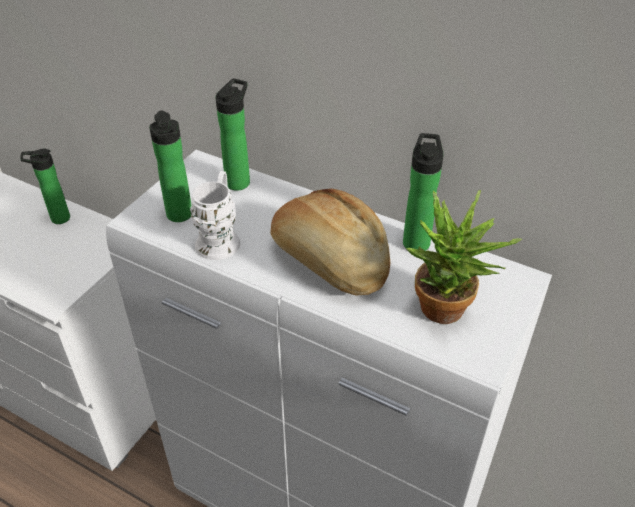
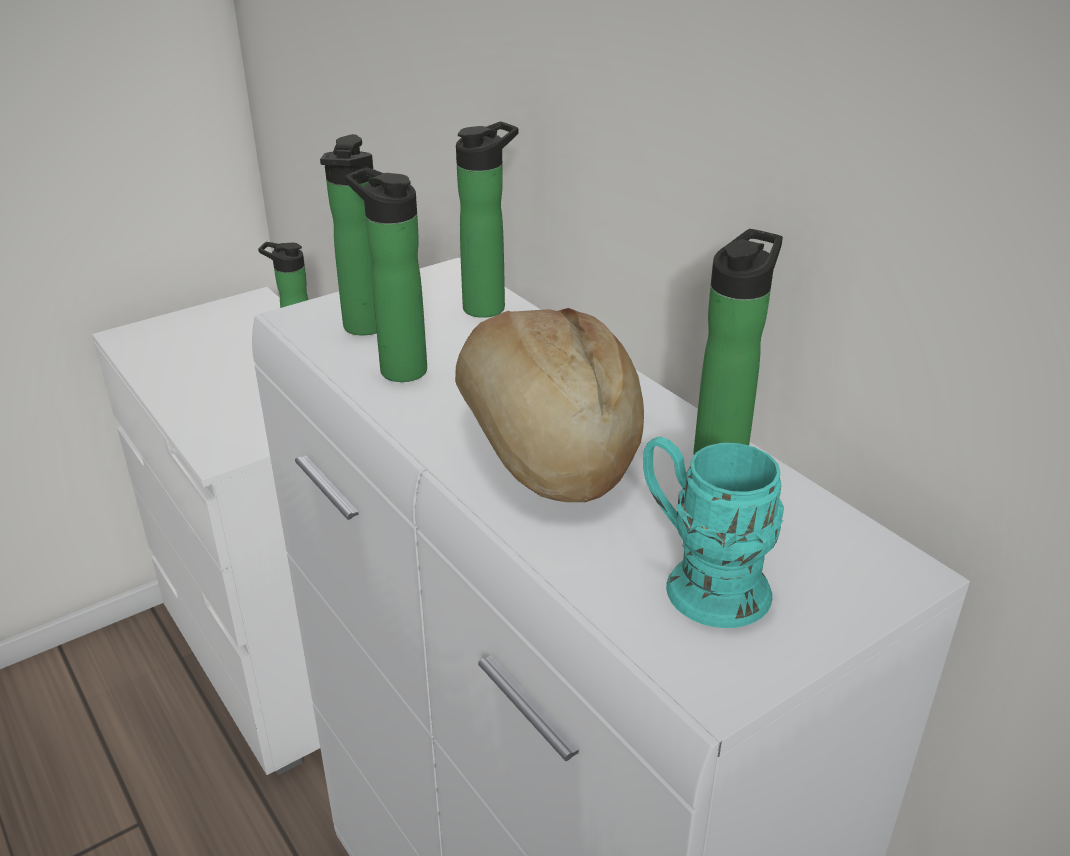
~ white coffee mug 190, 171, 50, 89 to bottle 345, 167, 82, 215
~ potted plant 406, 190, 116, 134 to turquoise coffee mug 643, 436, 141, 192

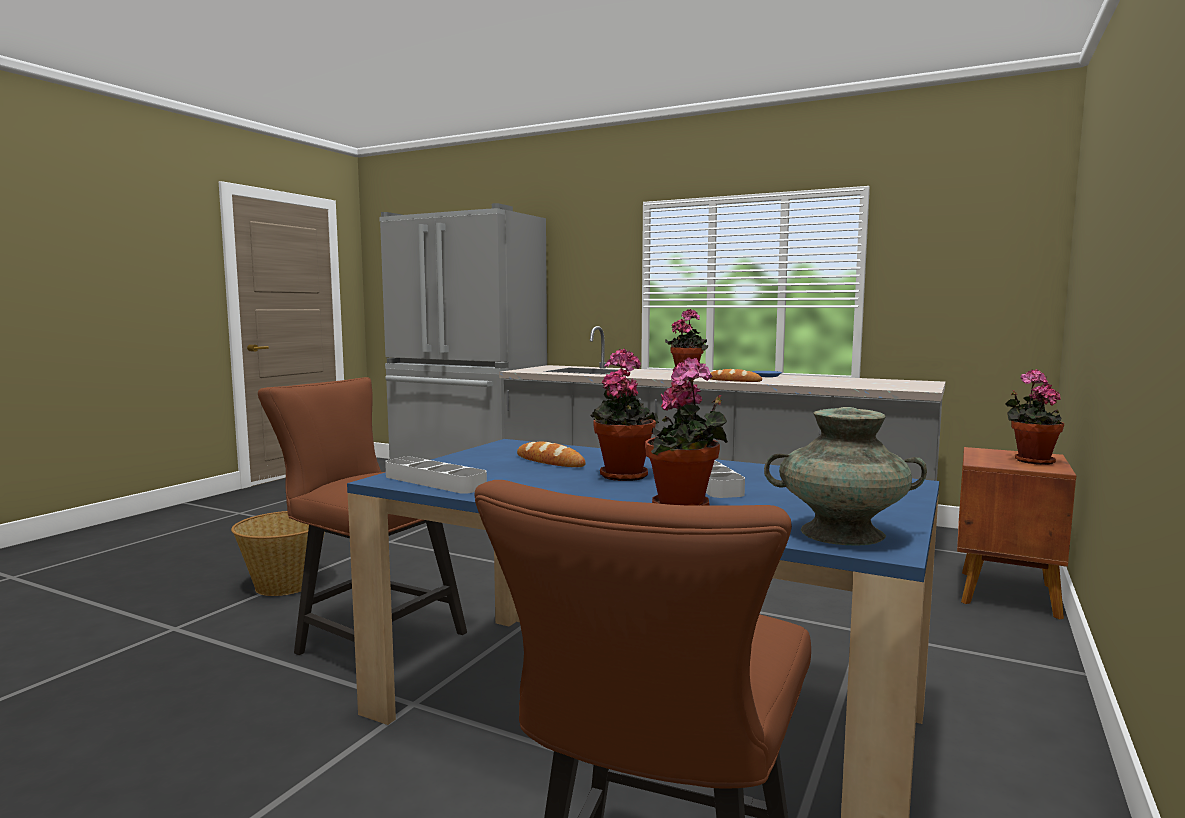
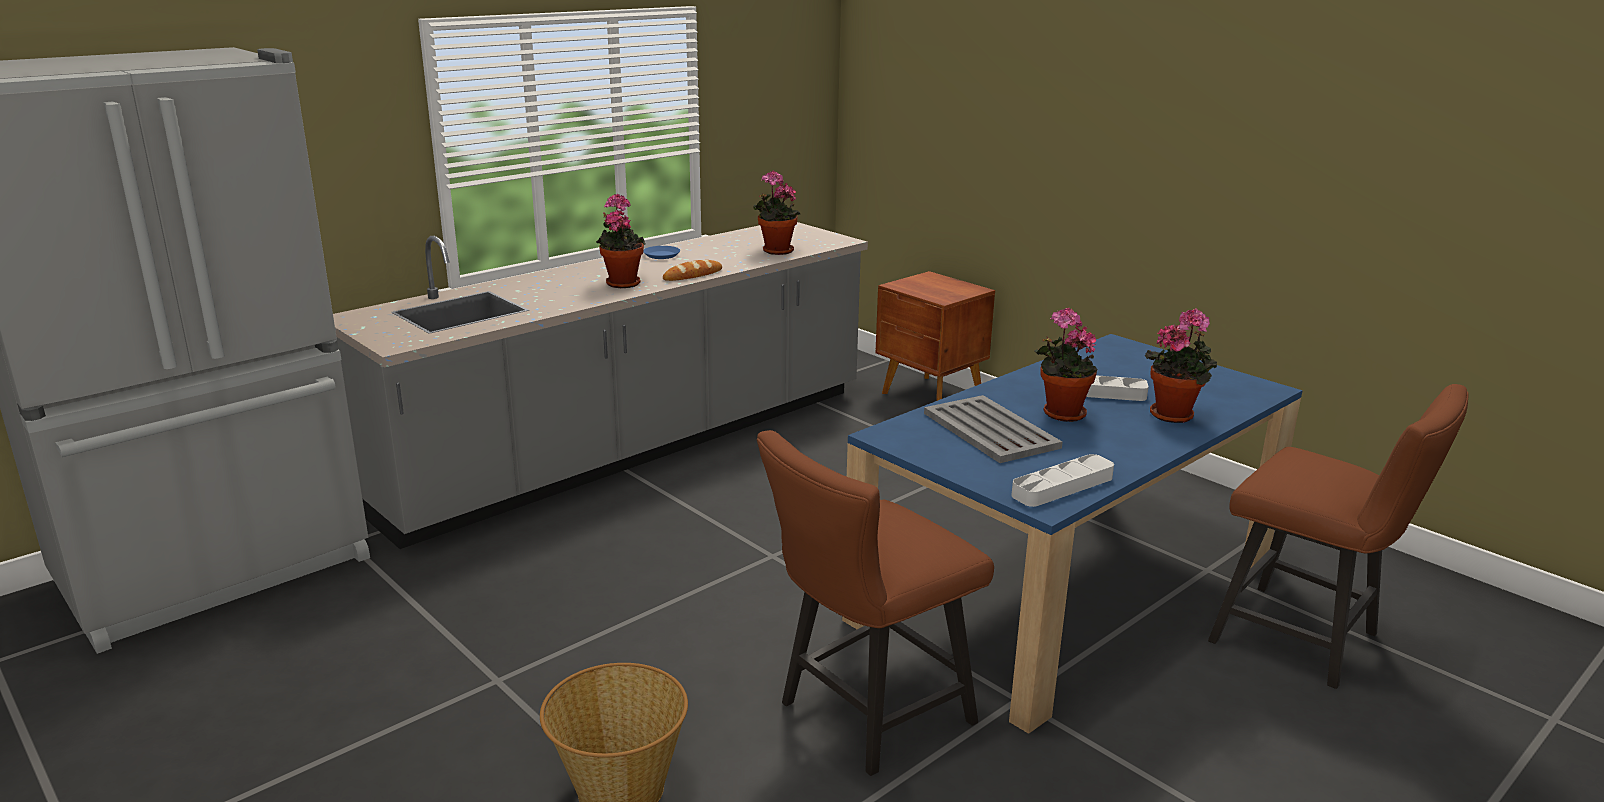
~ bakery bread 517, 442, 69, 25 to gray carrying tray 924, 395, 139, 68
- turquoise flower vase 764, 407, 163, 139
~ potted plant 1005, 369, 59, 96 to 753, 170, 47, 85

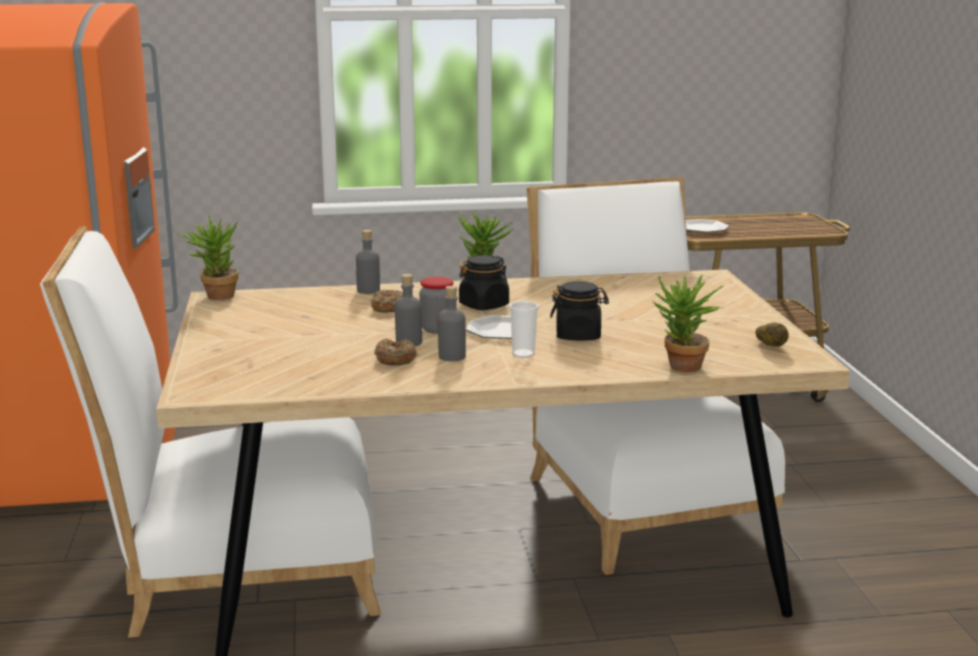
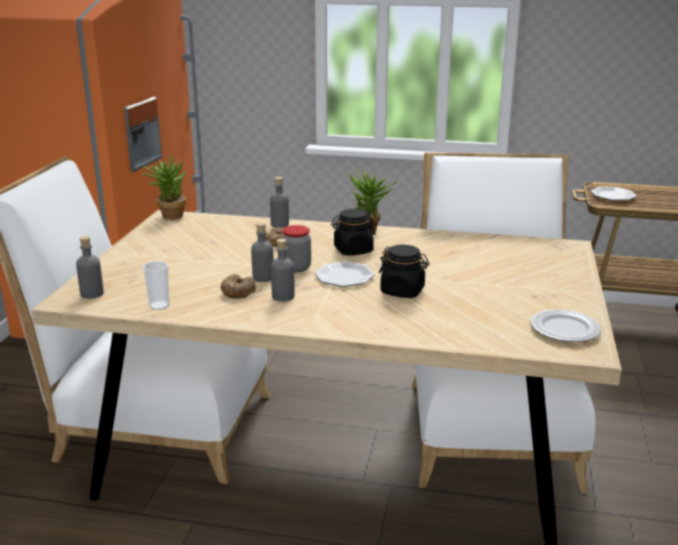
~ small cup 509, 301, 29, 57 to 142, 261, 27, 49
- potted plant 652, 274, 71, 98
~ whole potato 755, 322, 34, 25 to dinner plate 530, 309, 71, 33
+ gray bottle 76, 236, 28, 63

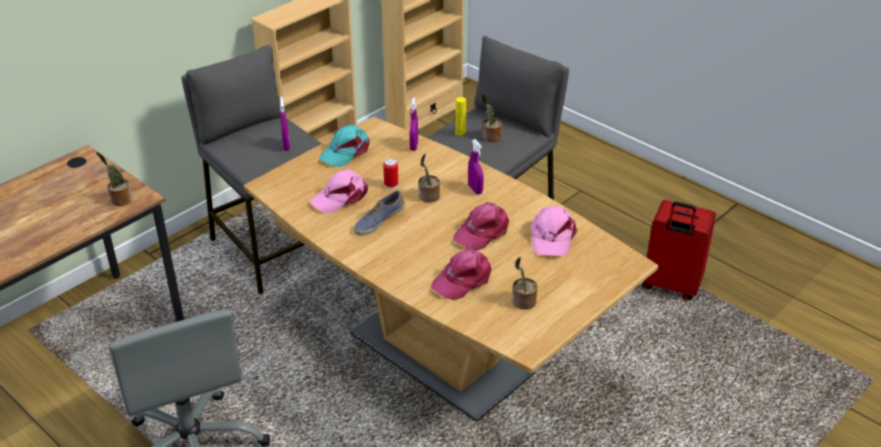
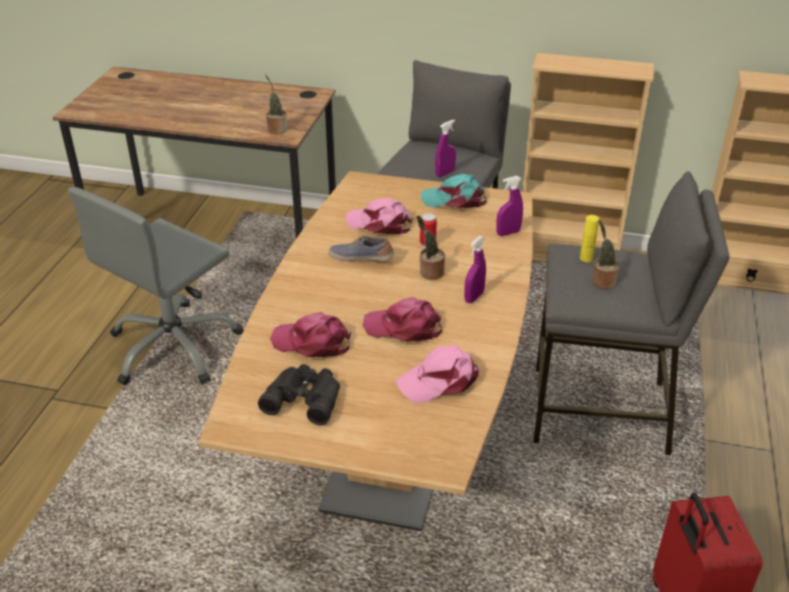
~ potted plant 512, 257, 25, 52 to blackish binoculars 258, 364, 82, 61

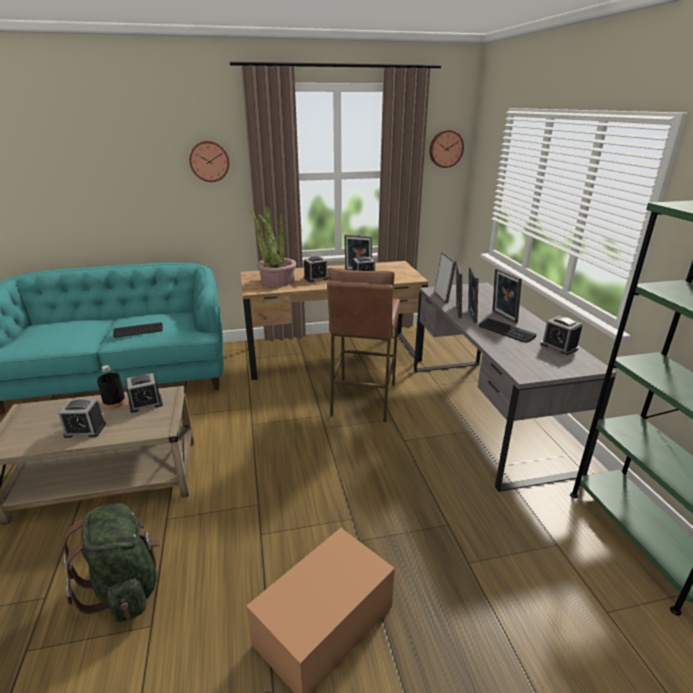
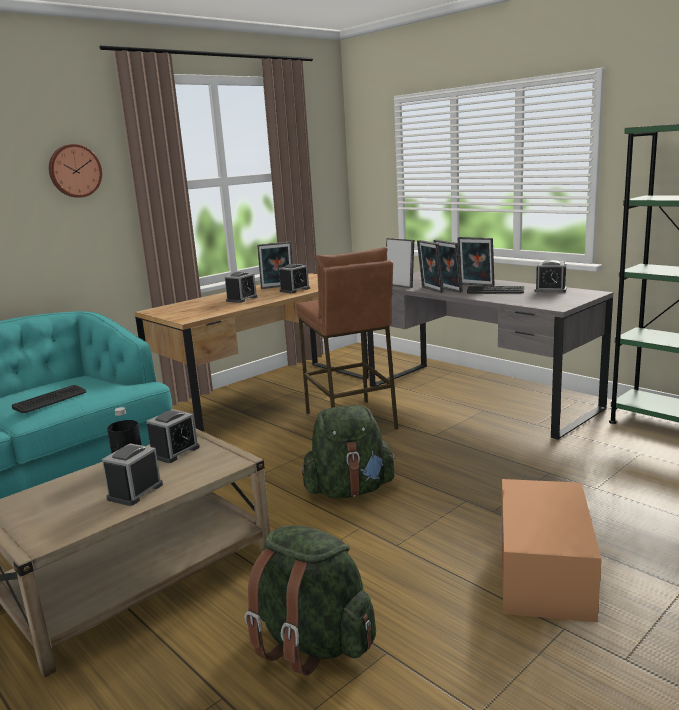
~ table clock 58, 399, 48, 39 = 102, 443, 61, 63 150 degrees clockwise
- potted plant 250, 207, 46, 80
- wall clock 429, 130, 35, 38
+ green backpack 302, 405, 94, 93

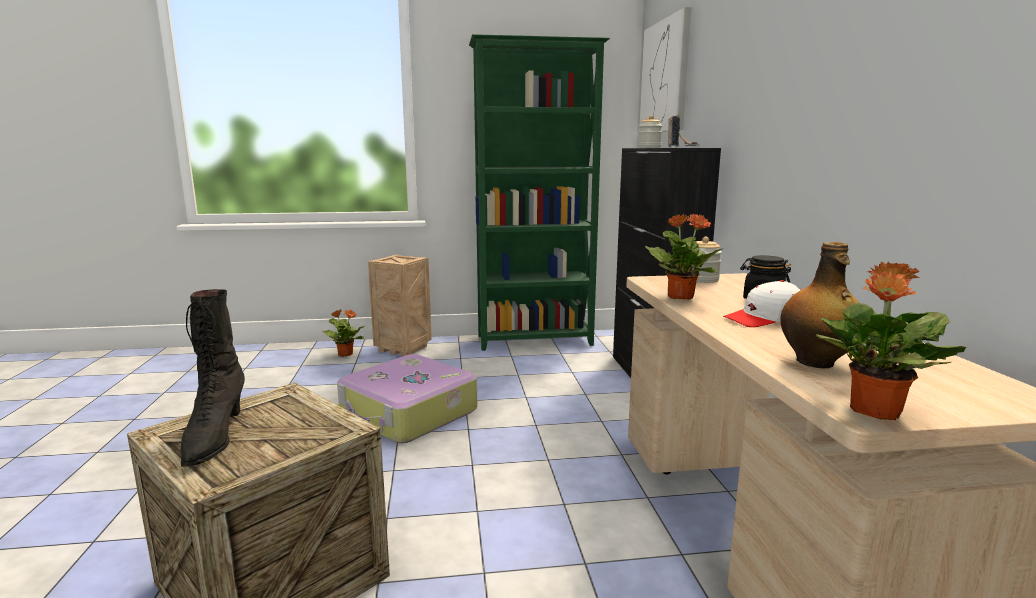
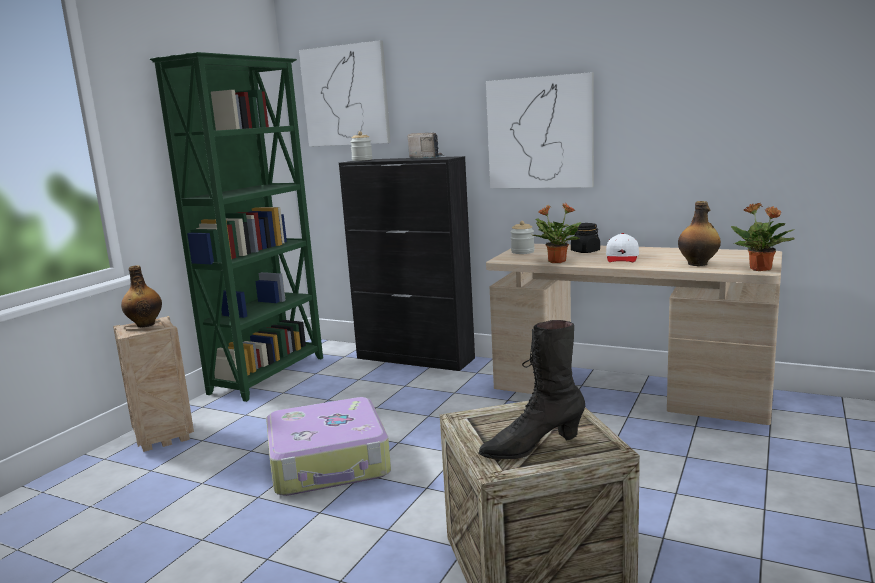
~ blackish high-top boot 181, 289, 64, 178 = 478, 320, 107, 140 135 degrees clockwise
- potted plant 322, 309, 42, 48
+ bottle 121, 265, 41, 62
+ wall art 486, 72, 108, 116

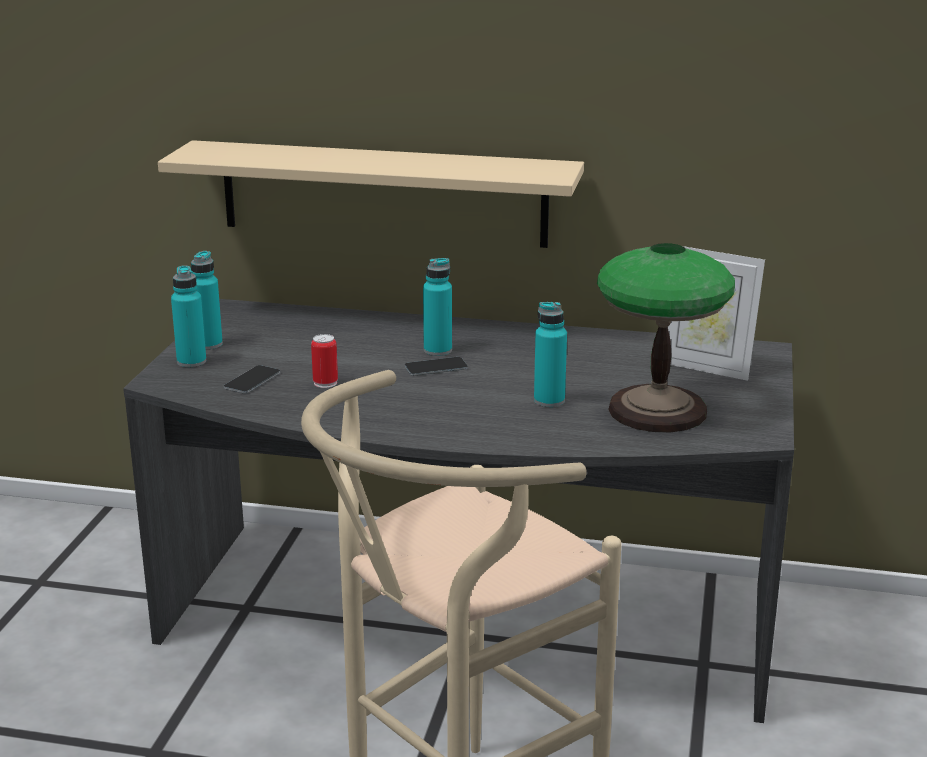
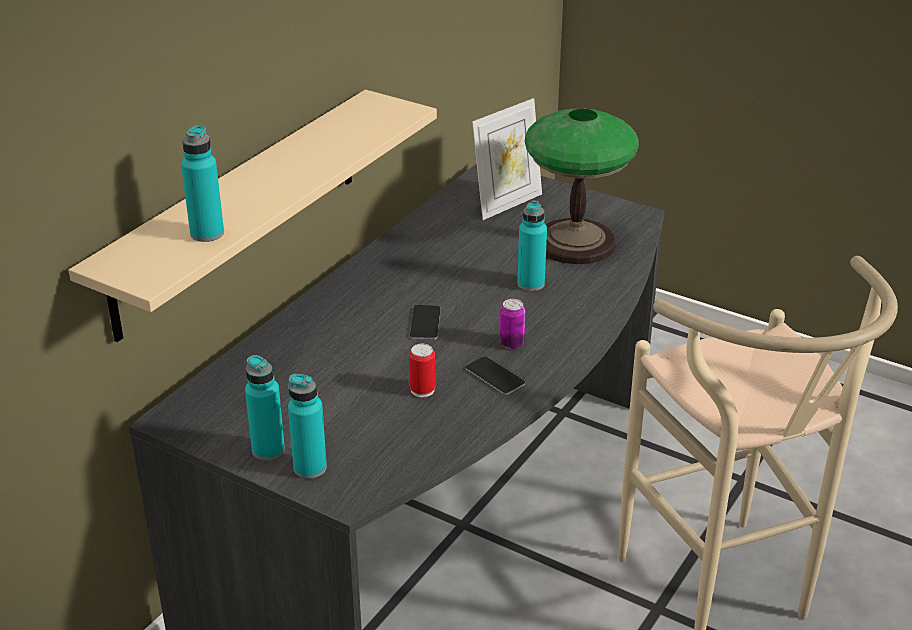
~ phone 224, 365, 56, 28 to 465, 356, 60, 39
~ turquoise bottle 423, 258, 29, 98 to 181, 125, 43, 117
+ metal can 500, 299, 26, 50

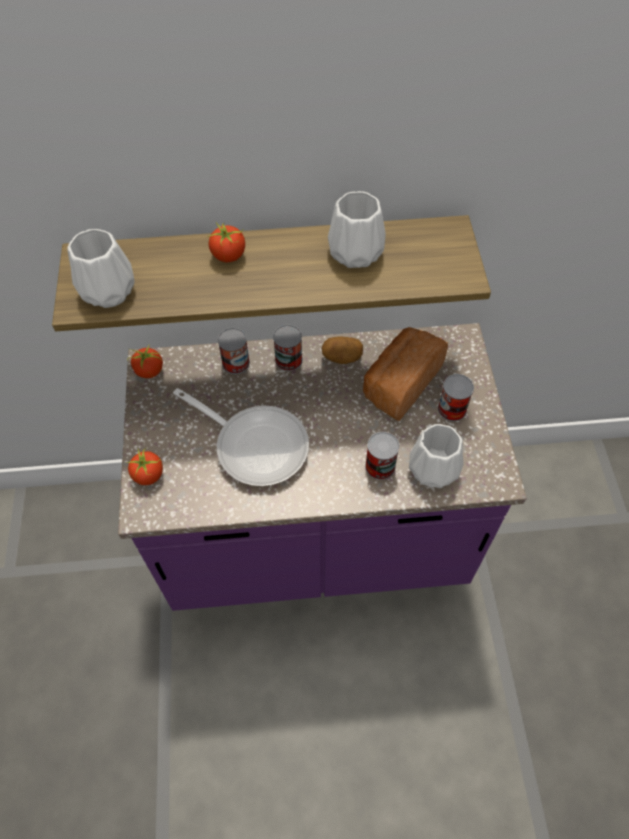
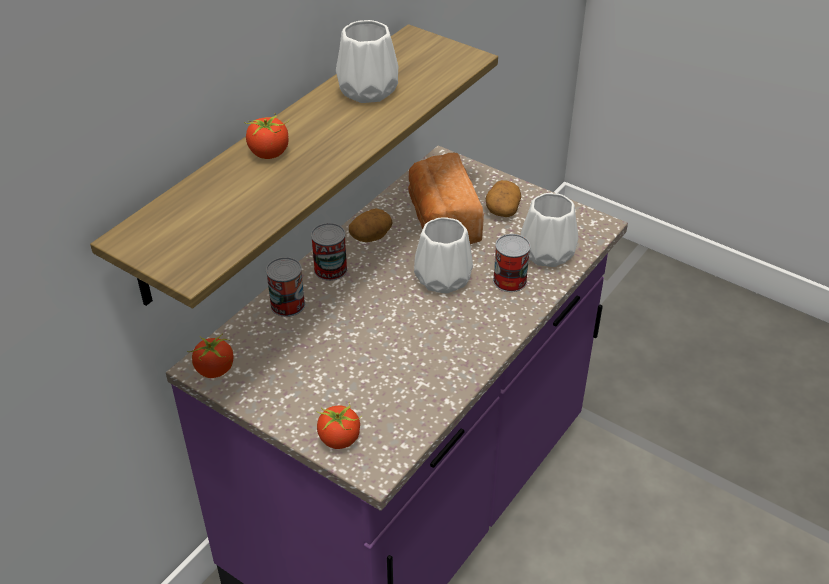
~ white flower vase 67, 229, 68, 79 to 414, 217, 59, 77
- pan 173, 388, 136, 98
~ metal can 438, 374, 36, 47 to whole potato 486, 180, 35, 37

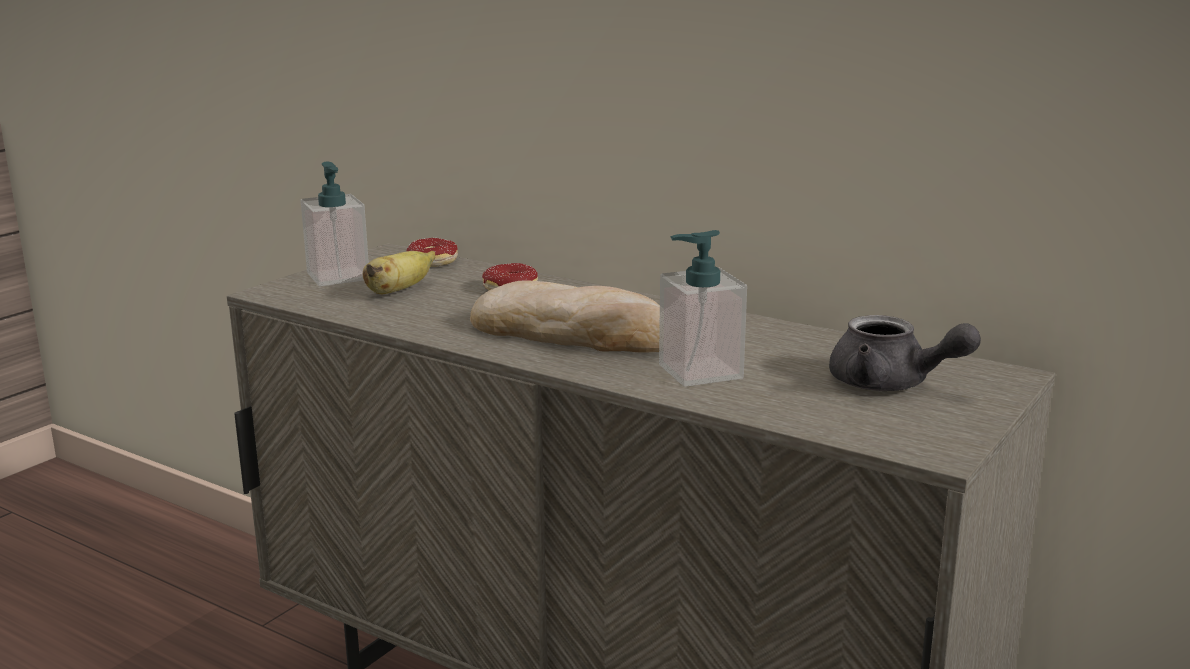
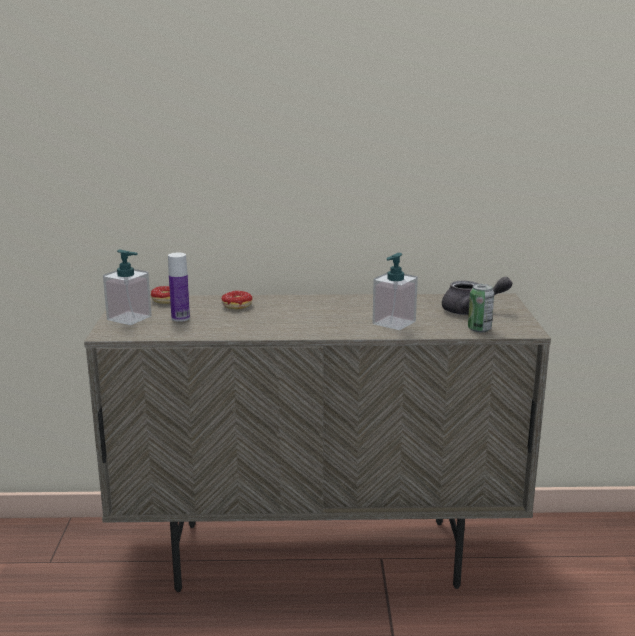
~ whole banana 363, 251, 72, 43 to bottle 168, 253, 22, 69
- bakery bread 470, 281, 190, 72
+ metal can 468, 284, 26, 48

